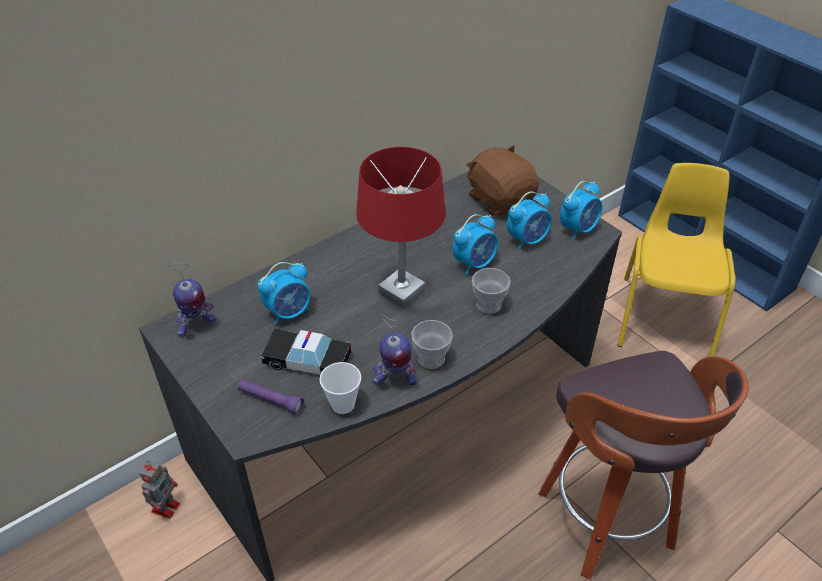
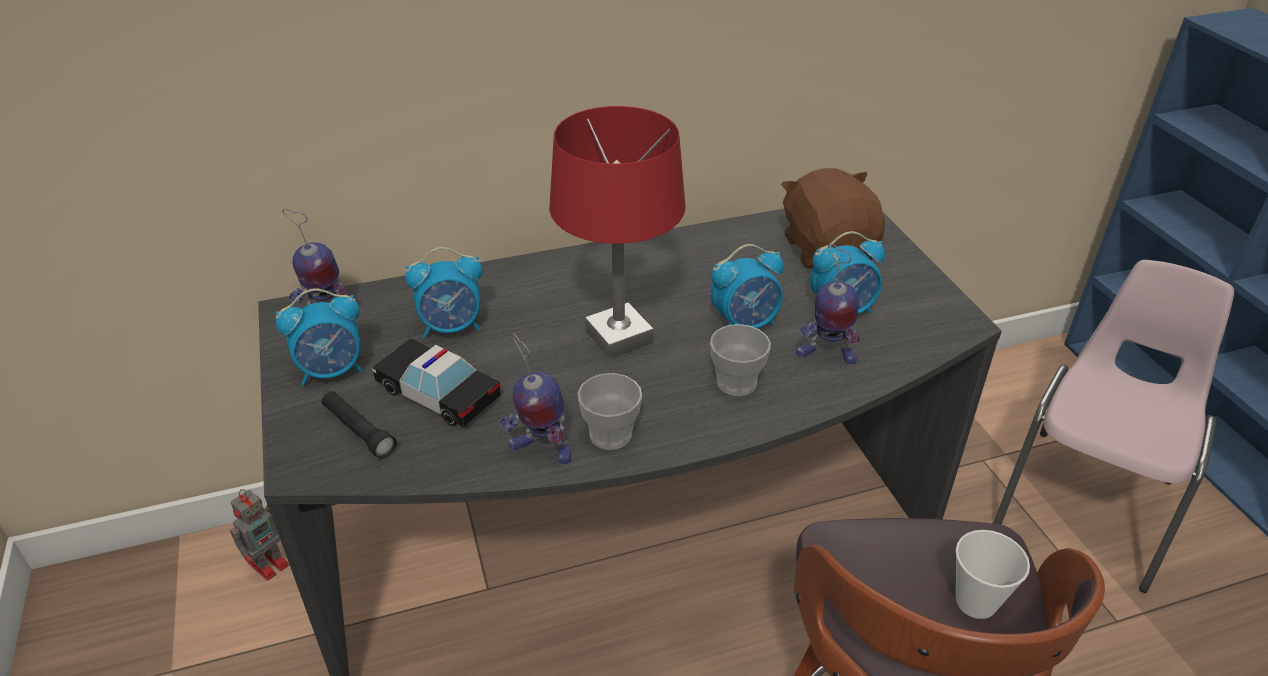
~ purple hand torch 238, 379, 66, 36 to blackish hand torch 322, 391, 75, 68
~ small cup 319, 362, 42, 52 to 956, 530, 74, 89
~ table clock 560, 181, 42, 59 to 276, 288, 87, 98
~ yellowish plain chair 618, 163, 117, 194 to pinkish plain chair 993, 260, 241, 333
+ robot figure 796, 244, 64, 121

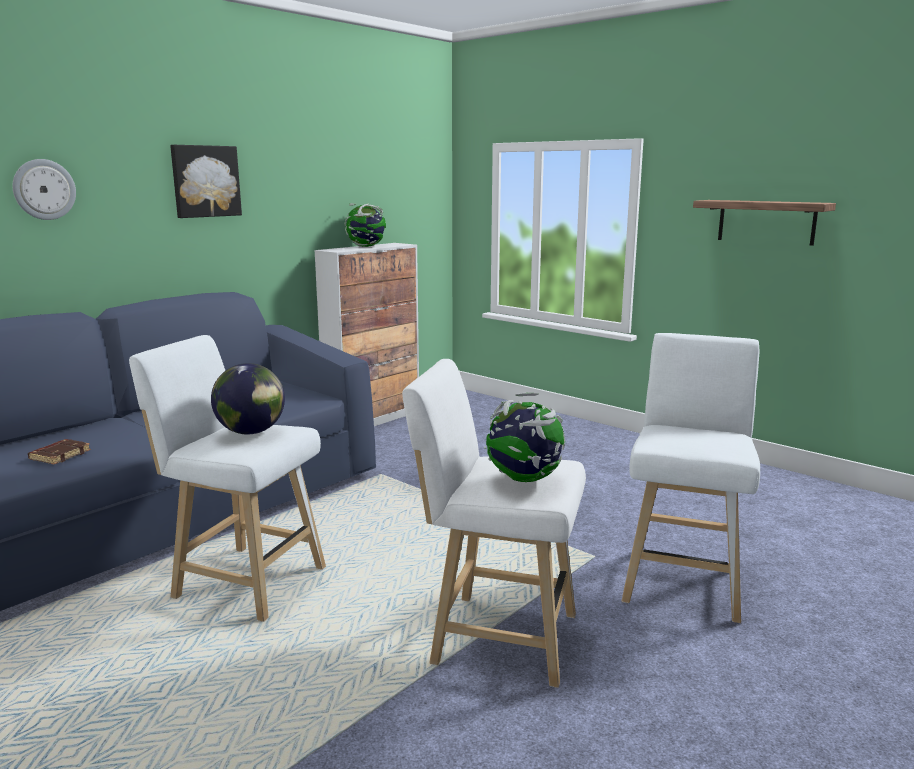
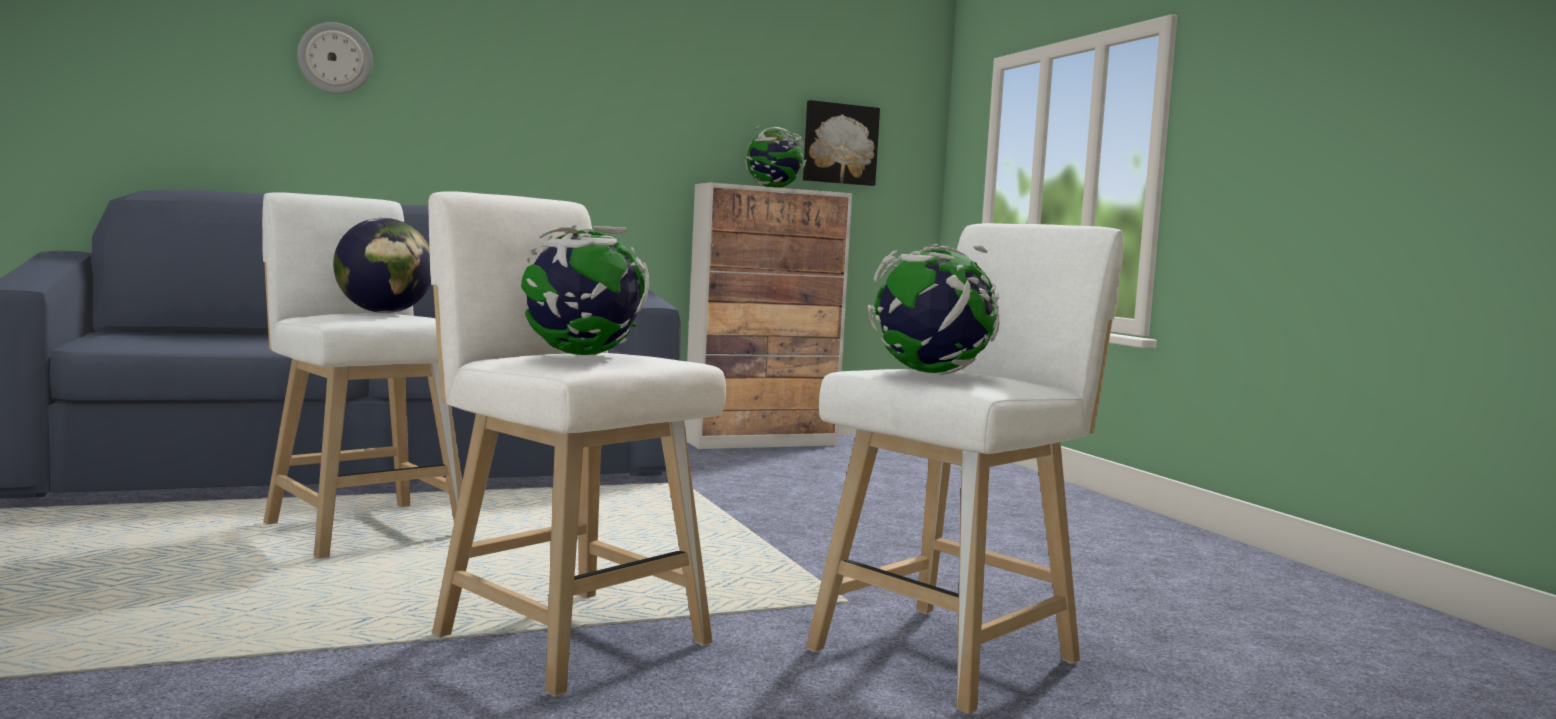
- brown-coloured bound book 28, 439, 63, 25
~ wall art 170, 145, 72, 73 to 803, 100, 77, 86
- shelf 693, 200, 143, 46
+ globe 868, 244, 132, 131

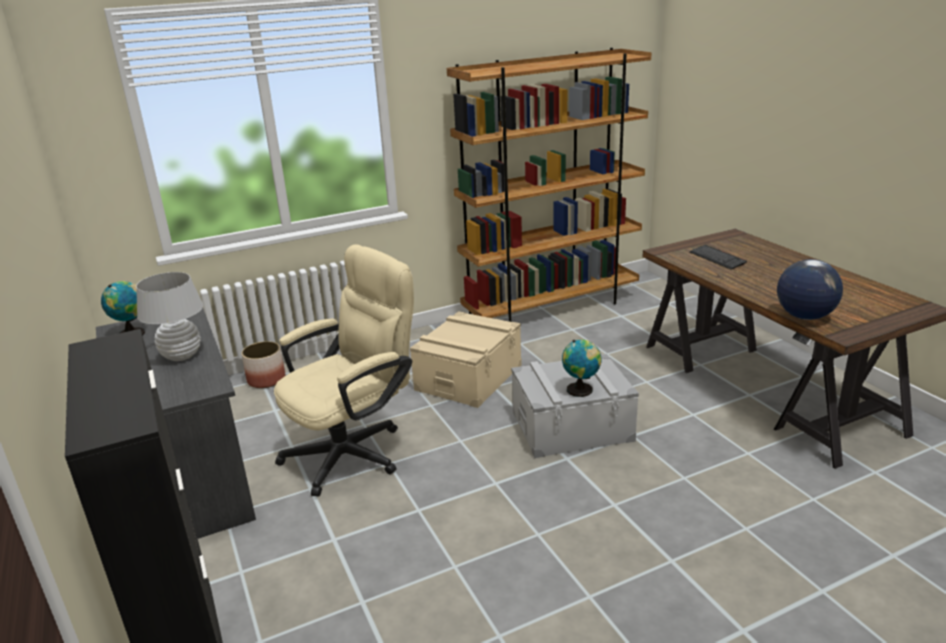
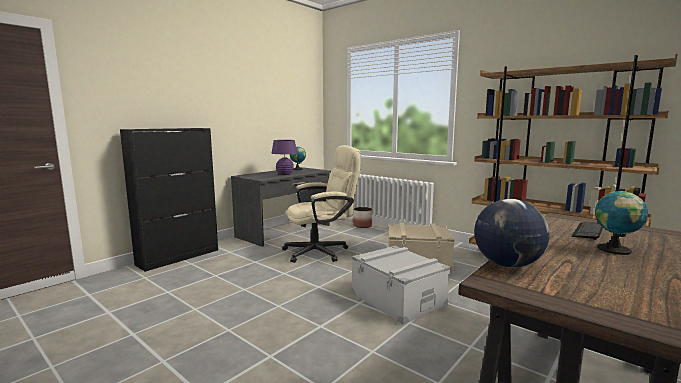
~ white lamp for a table 136, 272, 67, 89 to purple lamp for a table 271, 140, 26, 35
~ beige-coloured office chair 274, 245, 140, 252 = 282, 145, 79, 118 45 degrees counterclockwise
~ globe 562, 339, 40, 58 to 595, 189, 53, 66

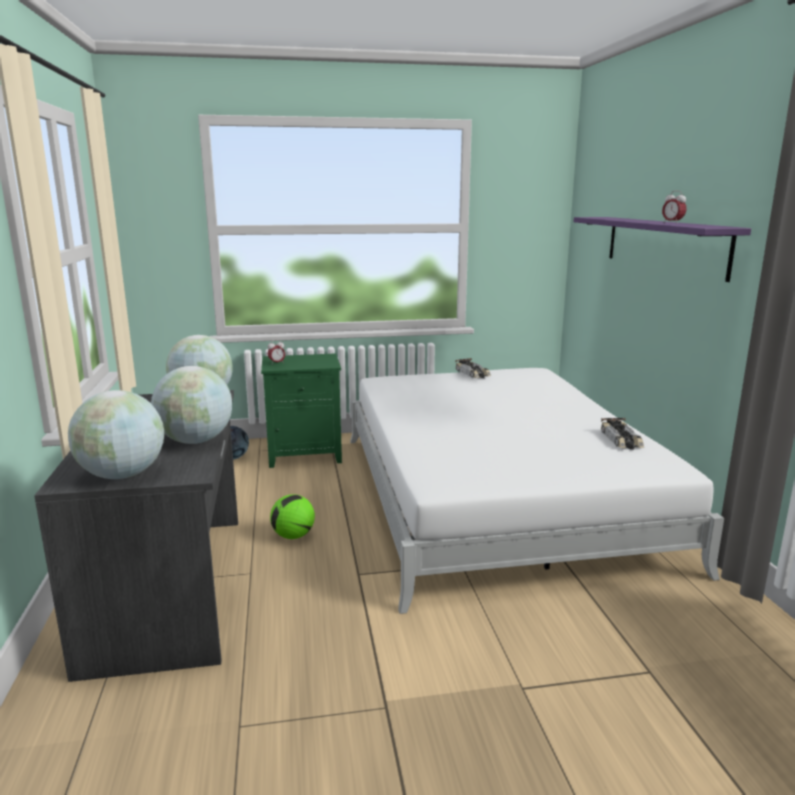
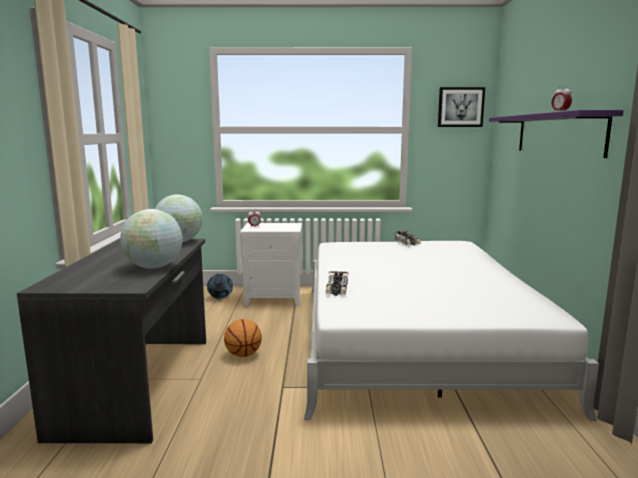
- globe 68, 390, 96, 89
~ green bedside table 261, 353, 81, 115 to white bedside table 240, 223, 62, 84
~ football 270, 494, 45, 45 to ball for basketball 224, 319, 38, 38
~ model car 601, 418, 43, 32 to 326, 271, 22, 25
+ wall art 438, 87, 47, 40

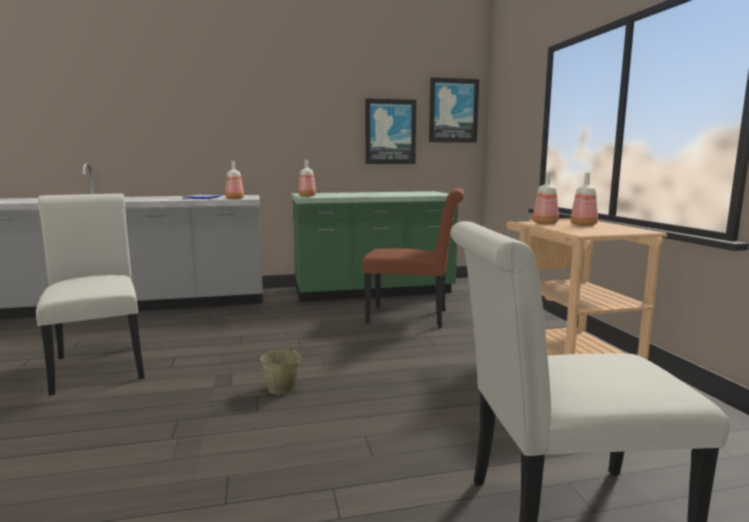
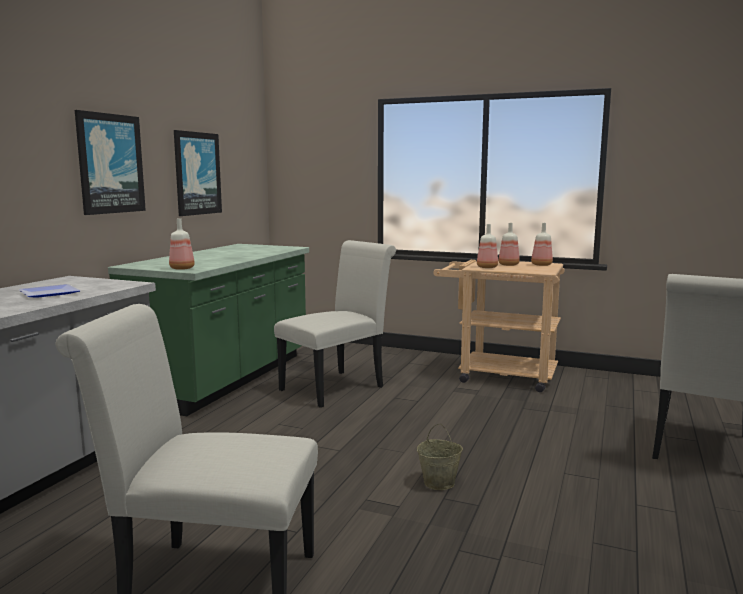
~ bottle 225, 161, 19, 38 to 531, 223, 22, 43
~ brown-coloured plain chair 362, 188, 103, 140 to white plain chair 274, 240, 122, 168
~ wall art 429, 77, 50, 66 to 75, 110, 71, 105

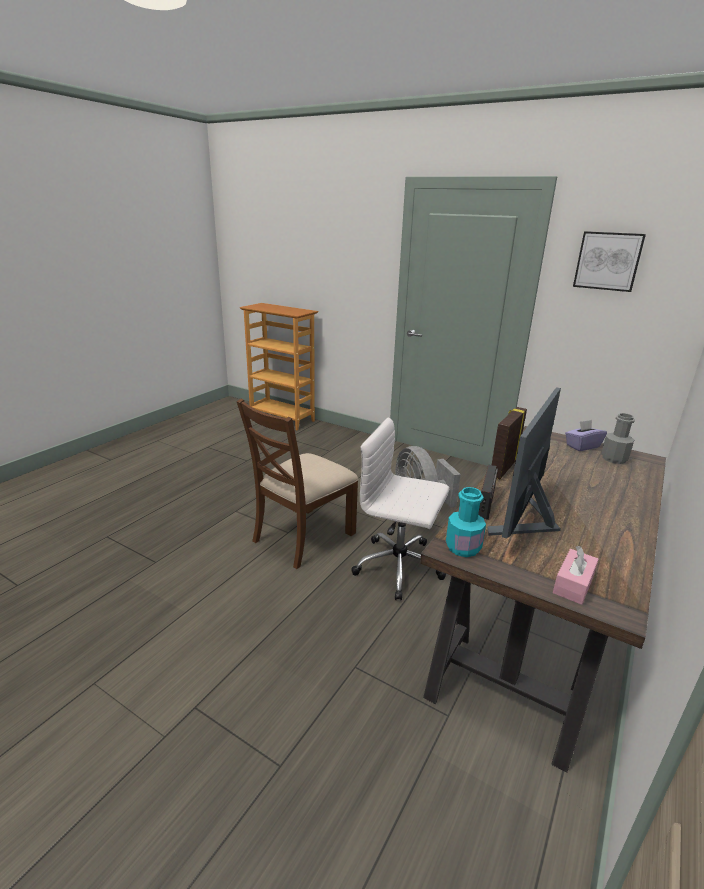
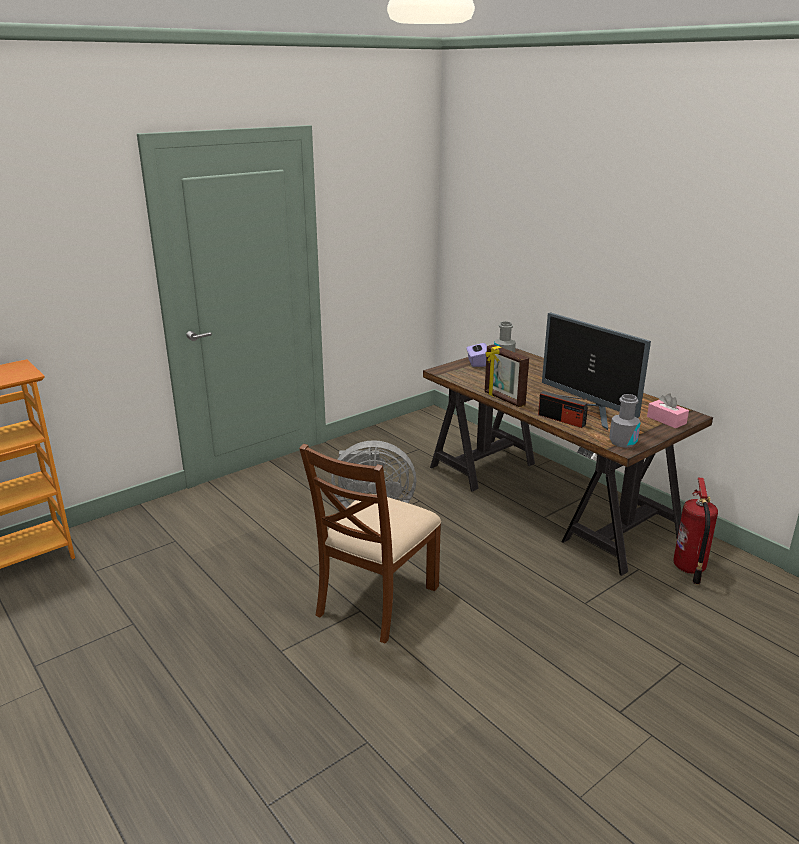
~ brown-coloured plain chair 237, 399, 121, 170 = 299, 444, 142, 199 60 degrees clockwise
- white office chair 351, 418, 98, 183
~ turquoise bottle 446, 487, 40, 70 to gray bottle 609, 394, 32, 54
- wall art 573, 231, 73, 61
+ fire extinguisher 674, 478, 44, 107

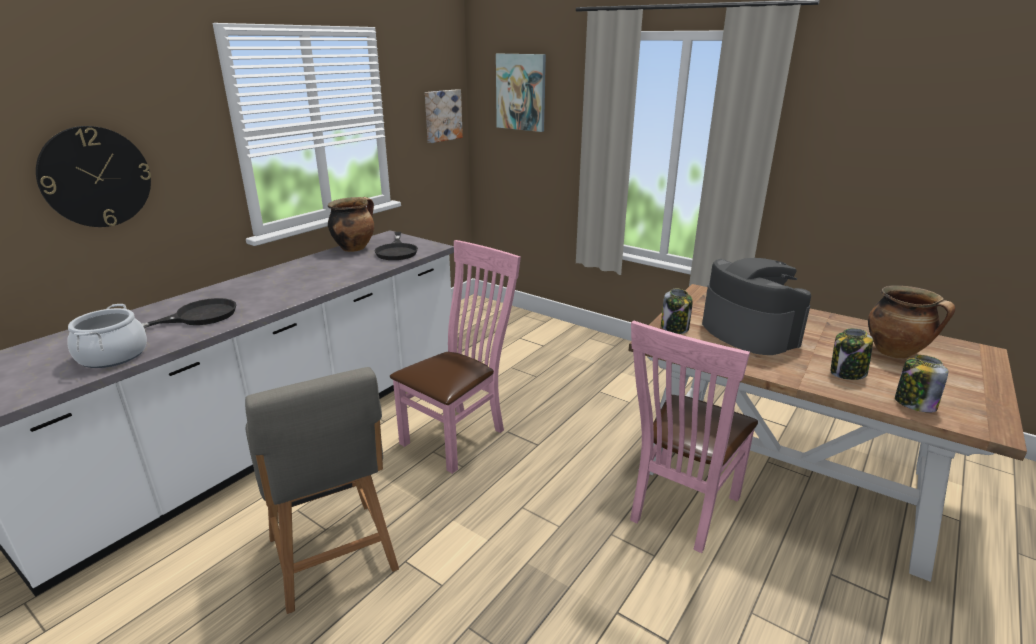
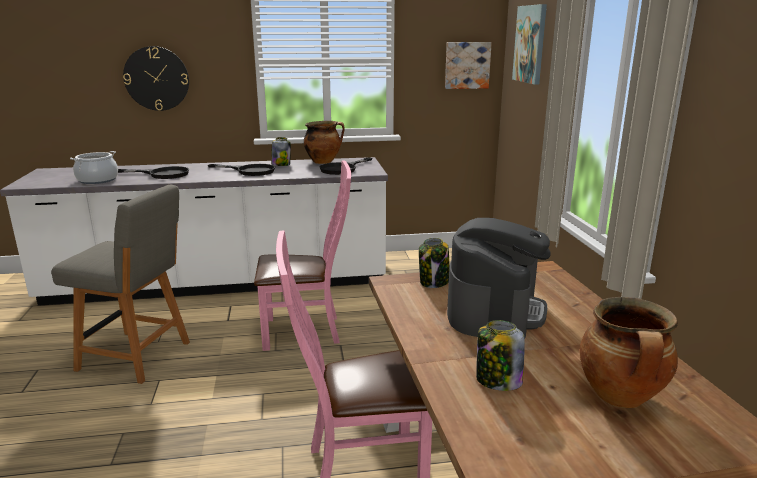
~ gray plain chair 245, 367, 154, 247 = 51, 185, 139, 199 90 degrees counterclockwise
~ preserve jar 895, 355, 54, 58 to 271, 137, 20, 29
+ blackish pan 208, 164, 67, 12

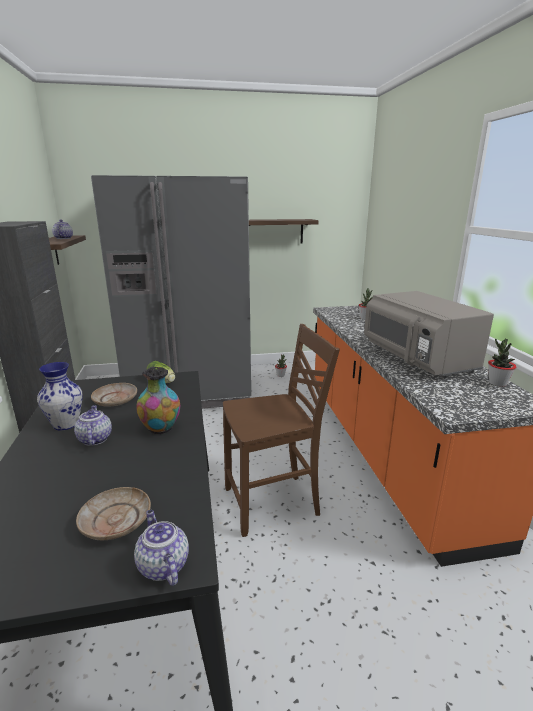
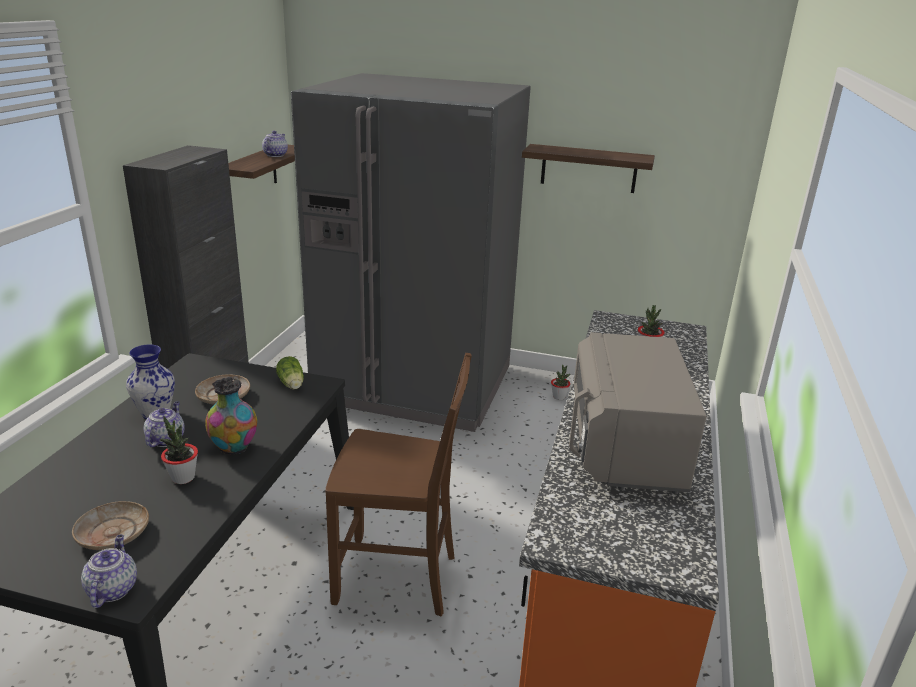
~ potted plant 488, 338, 28, 49 to 159, 417, 39, 67

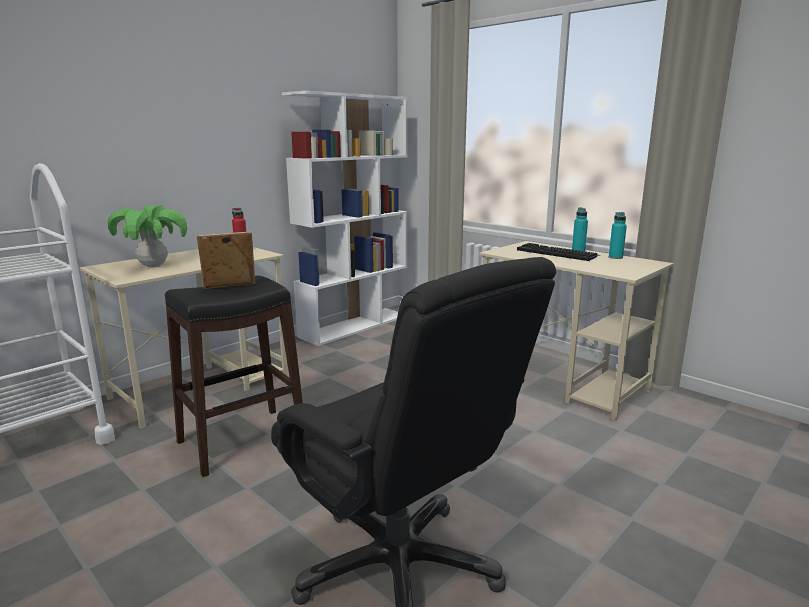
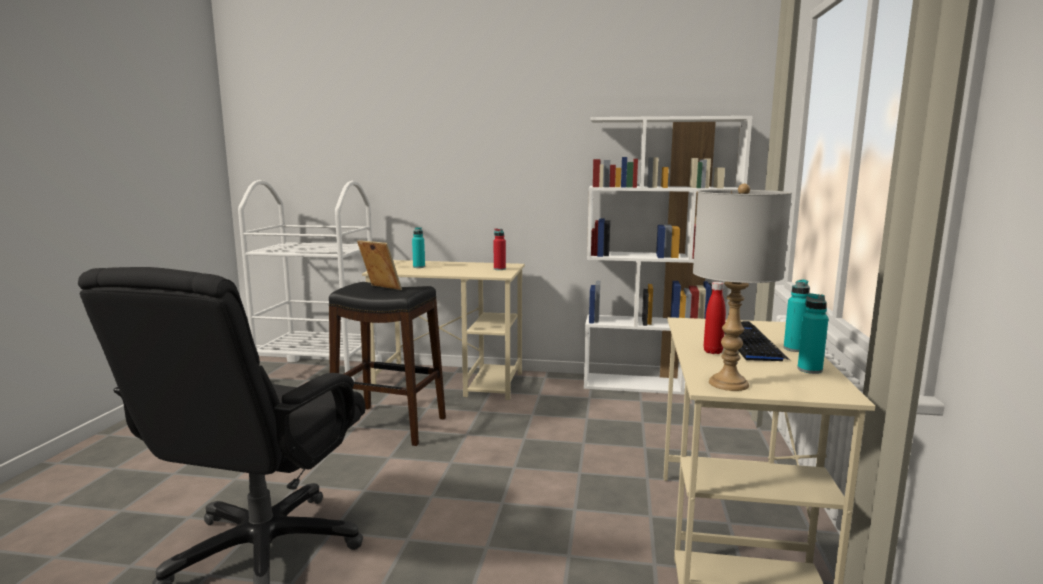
~ potted plant 108, 205, 79, 62 to turquoise bottle 412, 227, 13, 41
+ gray lamp for a table 693, 184, 99, 207
+ red bottle 704, 282, 22, 72

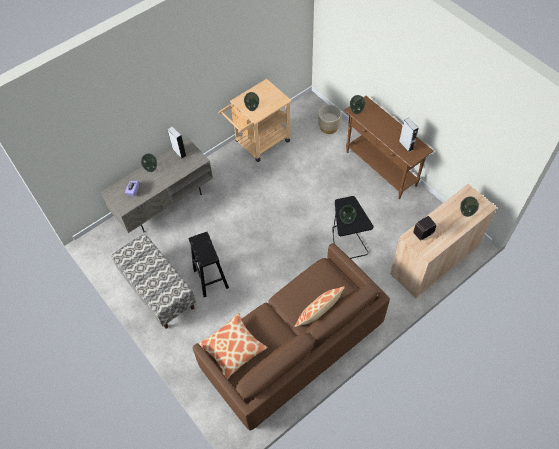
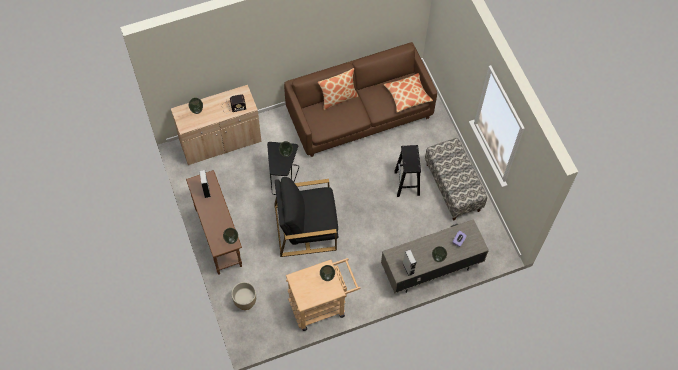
+ blackish armchair 274, 177, 65, 80

